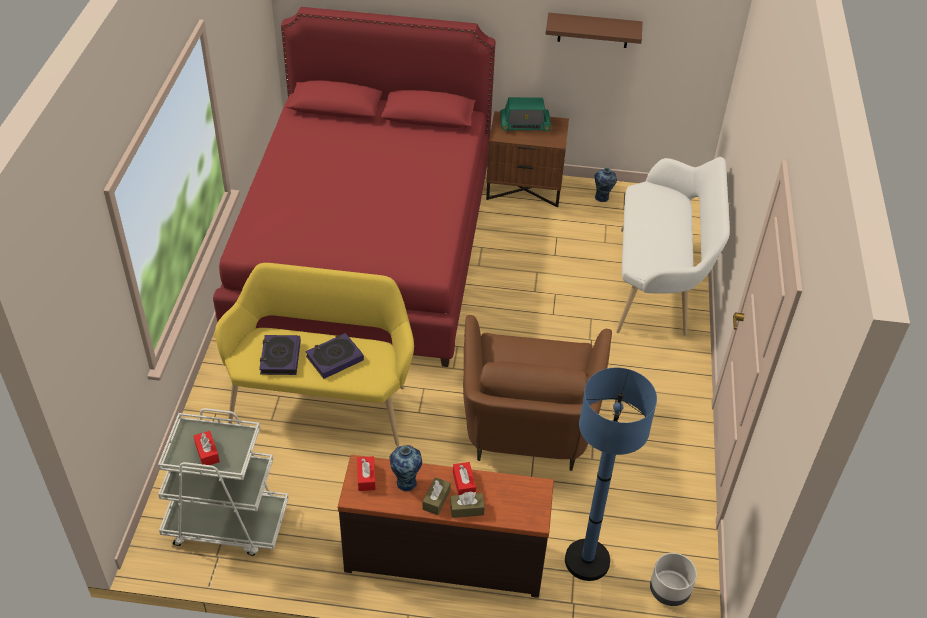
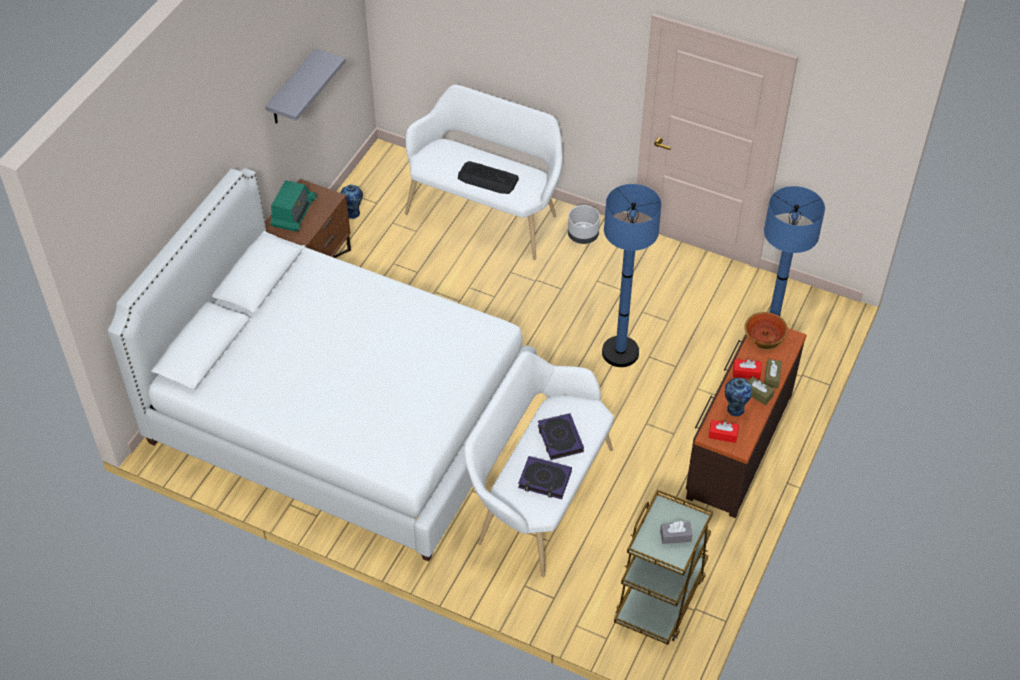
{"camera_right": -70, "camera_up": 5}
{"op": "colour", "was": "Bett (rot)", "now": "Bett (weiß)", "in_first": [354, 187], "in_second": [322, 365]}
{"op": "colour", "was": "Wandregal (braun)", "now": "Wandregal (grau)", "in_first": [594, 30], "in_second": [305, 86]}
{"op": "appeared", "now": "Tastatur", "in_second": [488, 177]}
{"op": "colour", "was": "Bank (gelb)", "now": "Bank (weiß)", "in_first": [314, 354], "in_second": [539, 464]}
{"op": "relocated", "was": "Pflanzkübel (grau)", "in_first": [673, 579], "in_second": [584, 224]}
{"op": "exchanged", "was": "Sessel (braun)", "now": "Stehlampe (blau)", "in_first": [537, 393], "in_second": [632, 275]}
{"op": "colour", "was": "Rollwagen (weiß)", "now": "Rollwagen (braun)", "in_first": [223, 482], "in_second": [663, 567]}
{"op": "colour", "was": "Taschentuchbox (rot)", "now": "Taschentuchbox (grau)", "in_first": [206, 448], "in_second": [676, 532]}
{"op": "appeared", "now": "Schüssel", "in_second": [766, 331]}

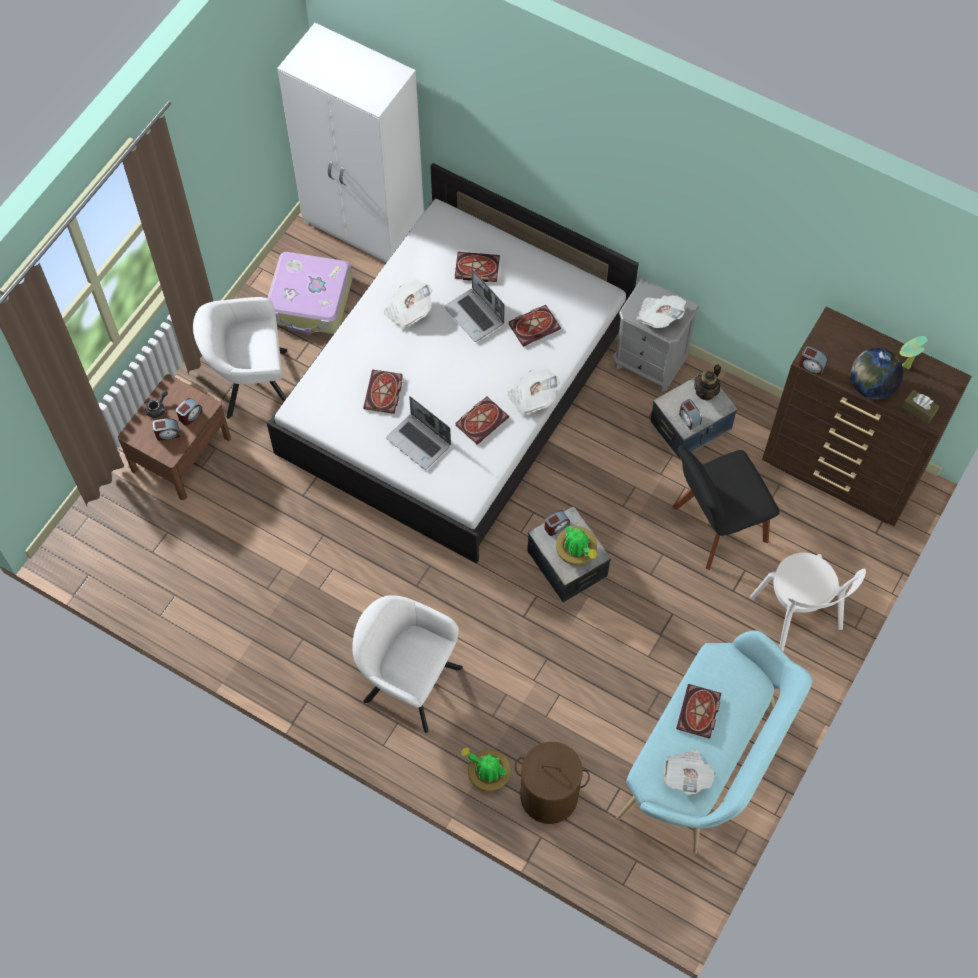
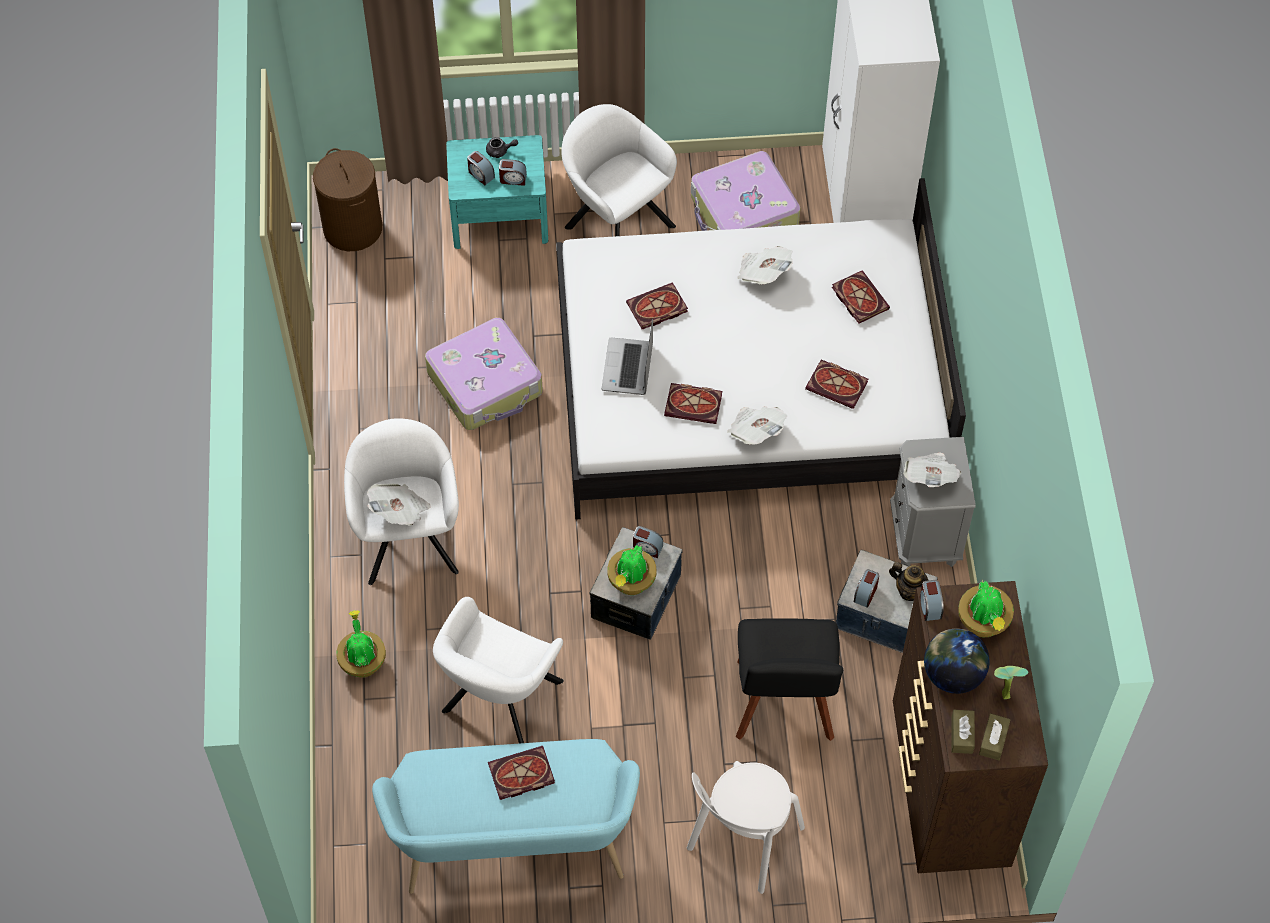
{"camera_right": 55, "camera_up": -5}
{"op": "relocated", "was": "Wäschekorb (braun)", "in_first": [552, 783], "in_second": [347, 199]}
{"op": "relocated", "was": "Zeitung", "in_first": [689, 772], "in_second": [399, 505]}
{"op": "appeared", "now": "Koffer", "in_second": [484, 374]}
{"op": "appeared", "now": "Sessel (weiß)", "in_second": [498, 670]}
{"op": "colour", "was": "Nachttisch (braun)", "now": "Nachttisch (türkis)", "in_first": [174, 437], "in_second": [497, 192]}
{"op": "spun", "was": "Stuhl (schwarz)", "in_first": [726, 507], "in_second": [789, 679], "clockwise": -120}
{"op": "spun", "was": "Teekanne", "in_first": [707, 382], "in_second": [908, 581], "clockwise": -150}
{"op": "appeared", "now": "Topfpflanze", "in_second": [986, 608]}
{"op": "appeared", "now": "Taschentuchbox (braun)", "in_second": [995, 736]}
{"op": "missing", "was": "Laptop", "in_first": [474, 305]}

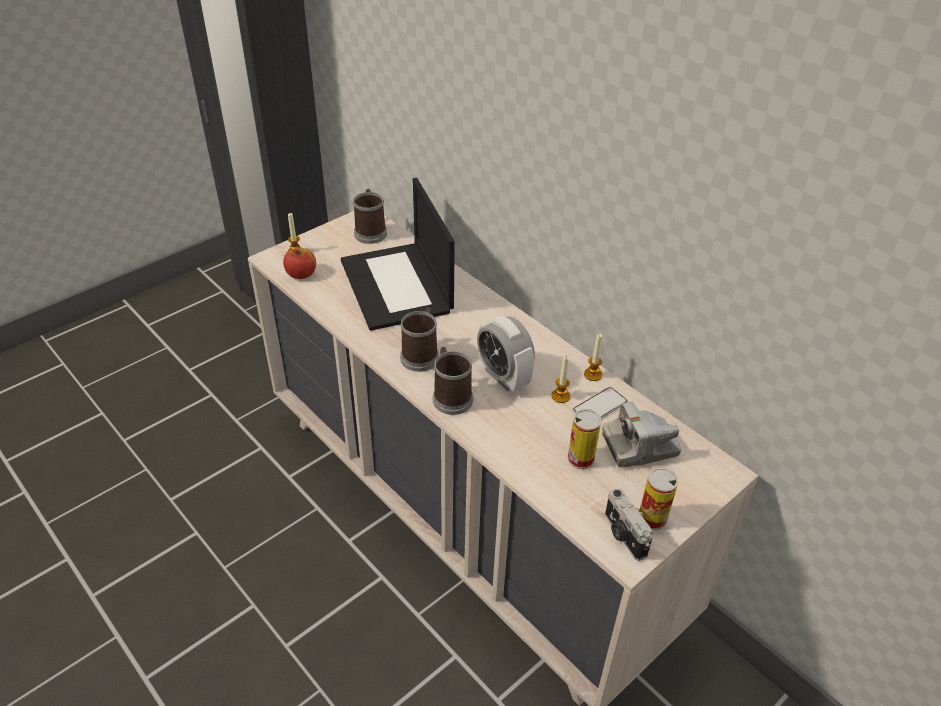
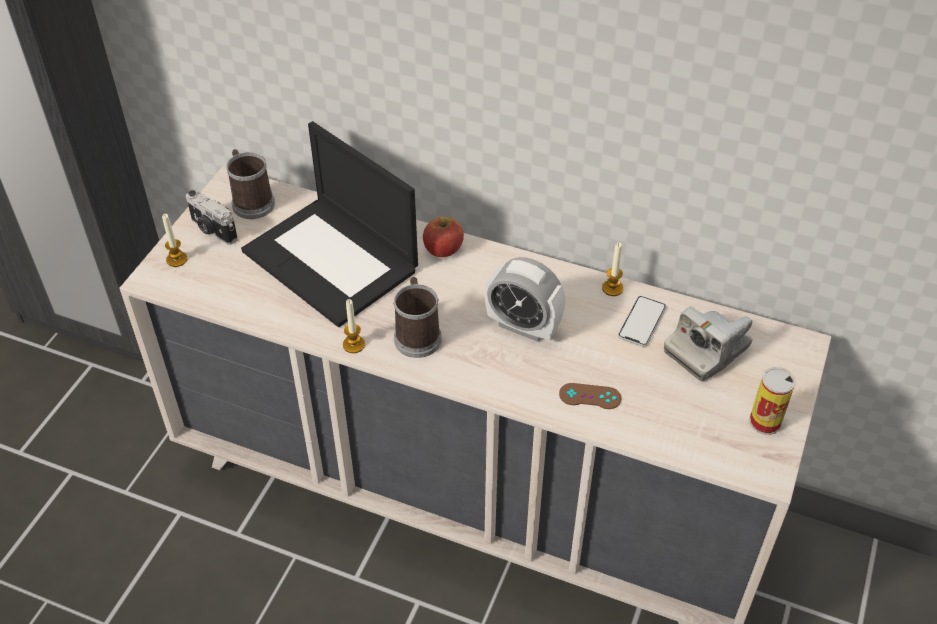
{"camera_right": -25, "camera_up": 5}
{"op": "relocated", "was": "Kamera", "in_first": [629, 524], "in_second": [212, 217]}
{"op": "relocated", "was": "Kerze", "in_first": [561, 379], "in_second": [354, 326]}
{"op": "relocated", "was": "Apfel", "in_first": [299, 263], "in_second": [443, 237]}
{"op": "appeared", "now": "Gamepad (braun)", "in_second": [590, 396]}
{"op": "missing", "was": "Henkelbecher", "in_first": [453, 381]}
{"op": "missing", "was": "Dose", "in_first": [584, 439]}

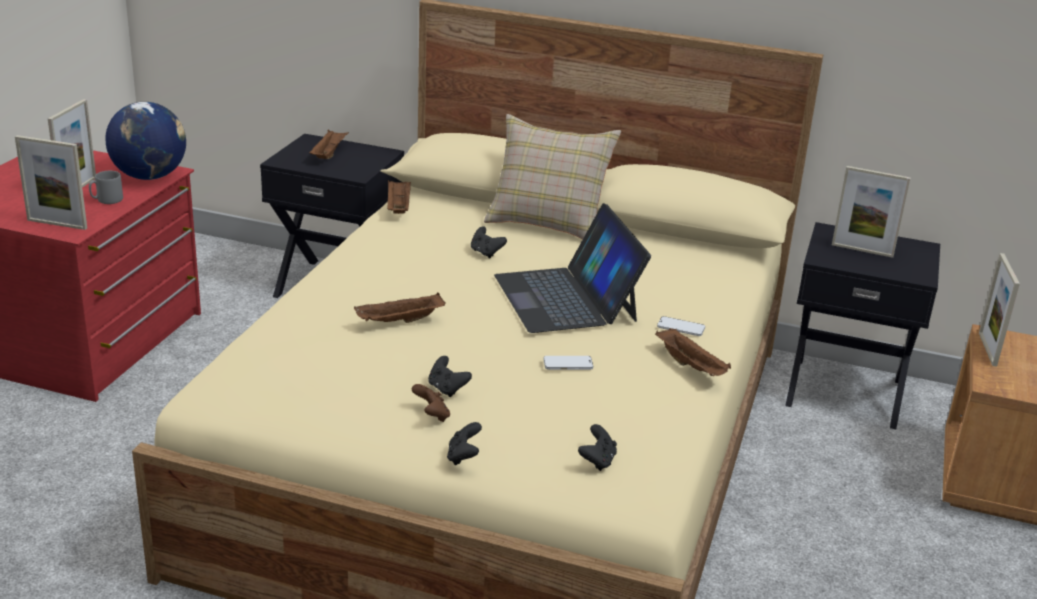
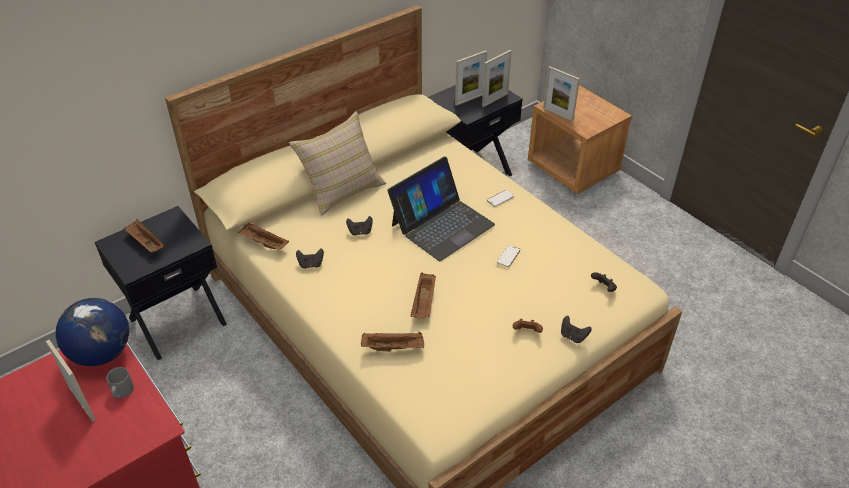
{"camera_right": -55, "camera_up": 15}
{"op": "relocated", "was": "Gamepad (schwarz)", "in_first": [450, 376], "in_second": [310, 258]}
{"op": "relocated", "was": "Tablett (braun)", "in_first": [693, 352], "in_second": [392, 341]}
{"op": "spun", "was": "Laptop", "in_first": [572, 268], "in_second": [441, 209], "clockwise": -60}
{"op": "relocated", "was": "Bilderrahmen", "in_first": [51, 182], "in_second": [497, 78]}

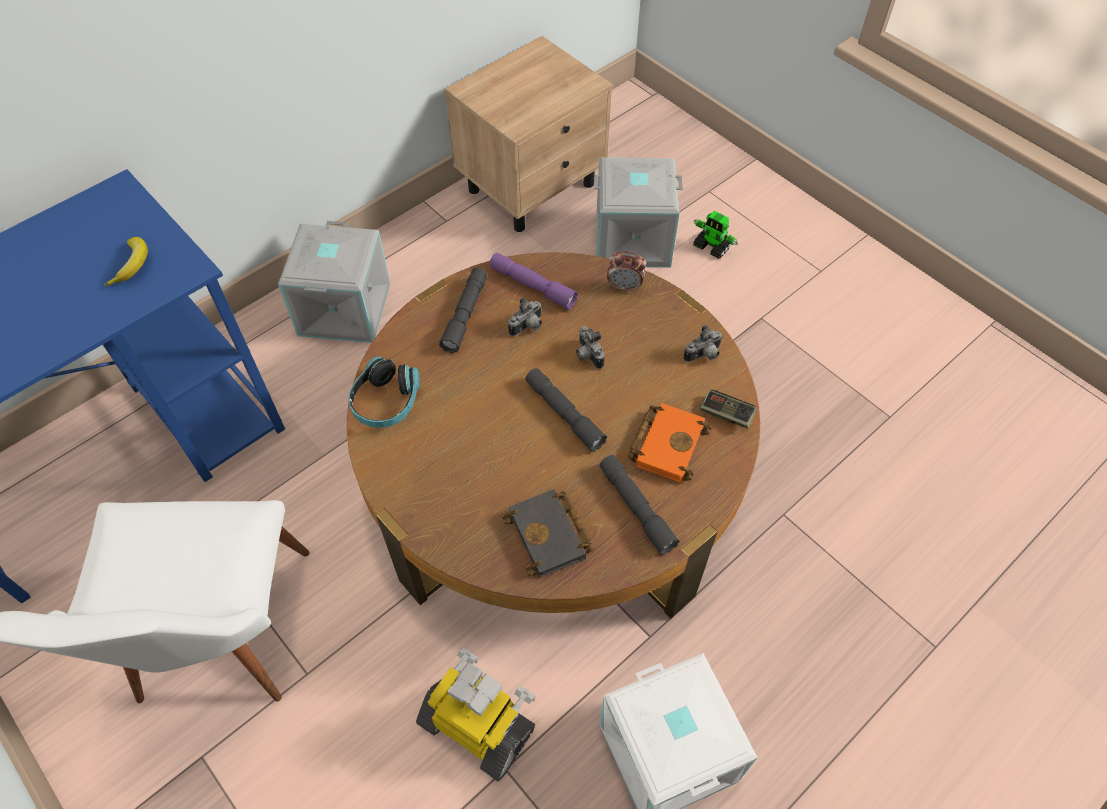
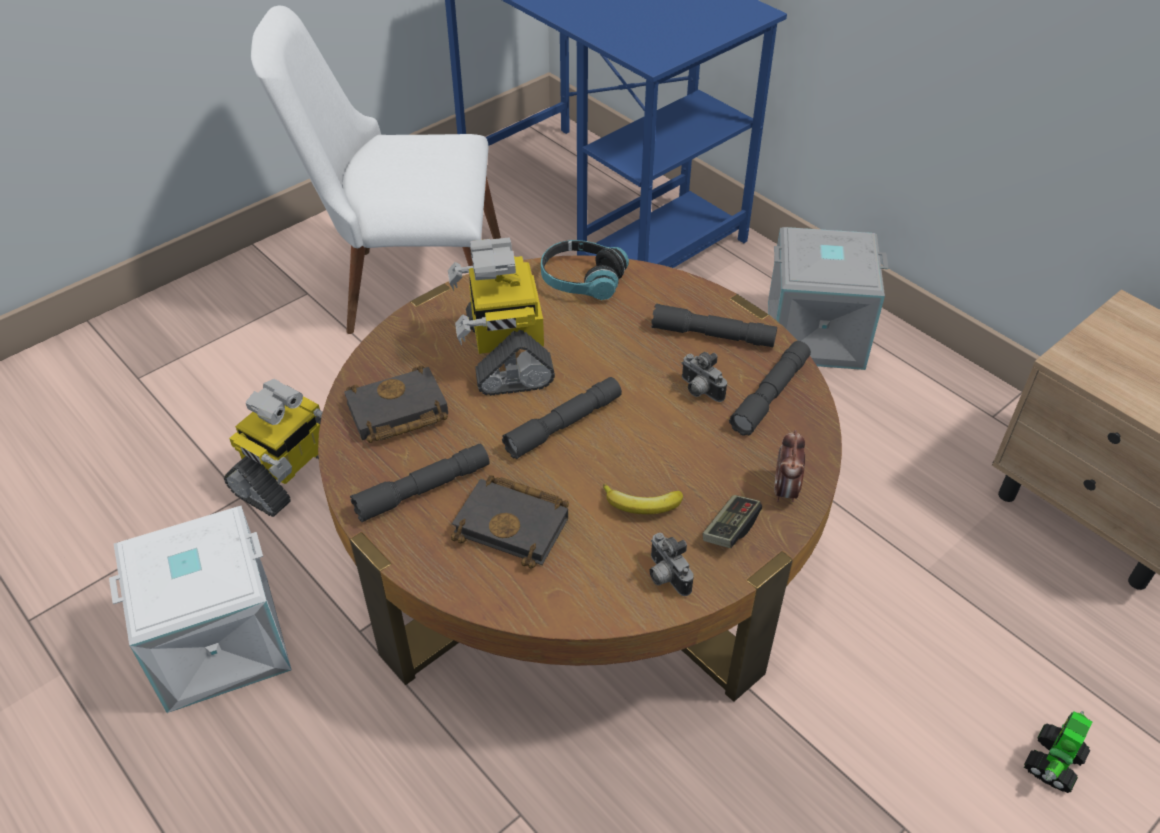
{"camera_right": 90, "camera_up": -10}
{"op": "appeared", "now": "Spielzeugroboter", "in_second": [501, 316]}
{"op": "colour", "was": "Buch (orange)", "now": "Buch (schwarz)", "in_first": [670, 443], "in_second": [510, 522]}
{"op": "relocated", "was": "Banane", "in_first": [126, 261], "in_second": [643, 499]}
{"op": "relocated", "was": "Gamepad", "in_first": [728, 409], "in_second": [732, 521]}
{"op": "colour", "was": "Taschenlampe (lila)", "now": "Taschenlampe (grau)", "in_first": [534, 281], "in_second": [770, 388]}
{"op": "missing", "was": "Kamera", "in_first": [590, 347]}
{"op": "missing", "was": "Aufbewahrungsbox (grau)", "in_first": [638, 213]}

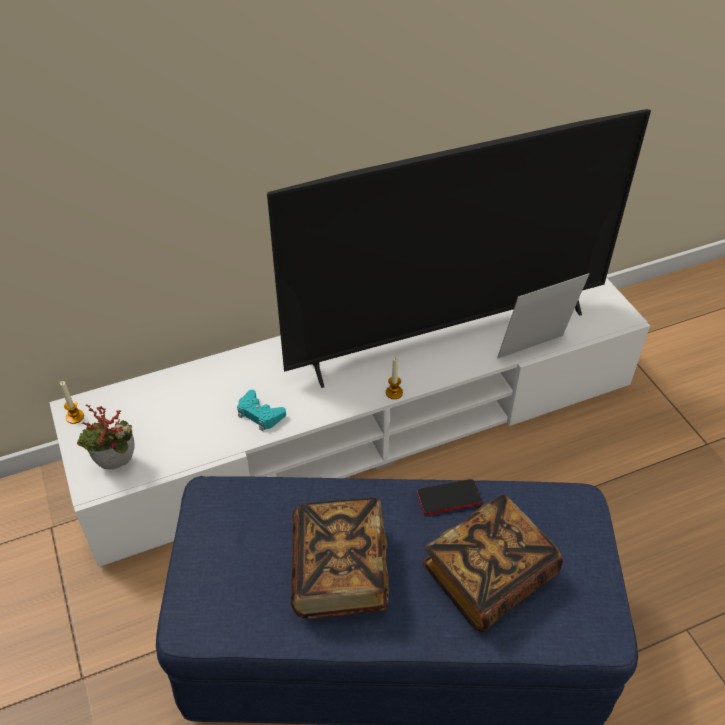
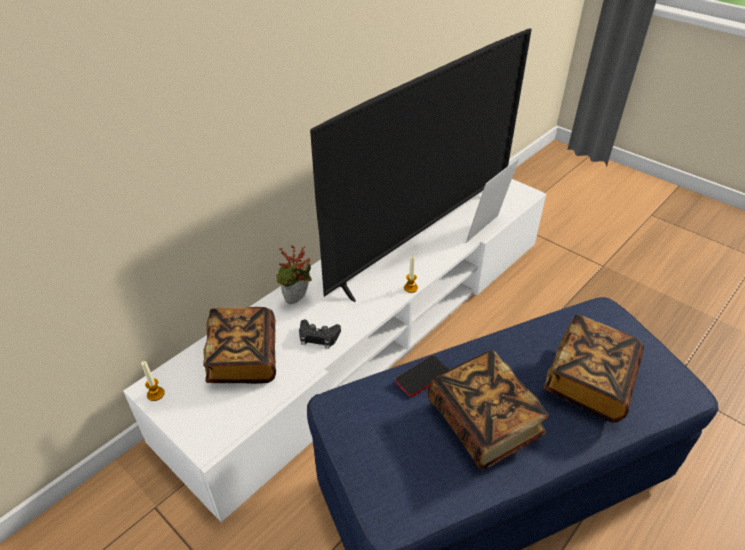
{"camera_right": -25, "camera_up": -5}
{"op": "appeared", "now": "Buch", "in_second": [239, 345]}
{"op": "relocated", "was": "Topfpflanze", "in_first": [106, 436], "in_second": [294, 274]}
{"op": "colour", "was": "Gamepad (türkis)", "now": "Gamepad (schwarz)", "in_first": [261, 410], "in_second": [320, 334]}
{"op": "relocated", "was": "Handy", "in_first": [449, 497], "in_second": [422, 376]}

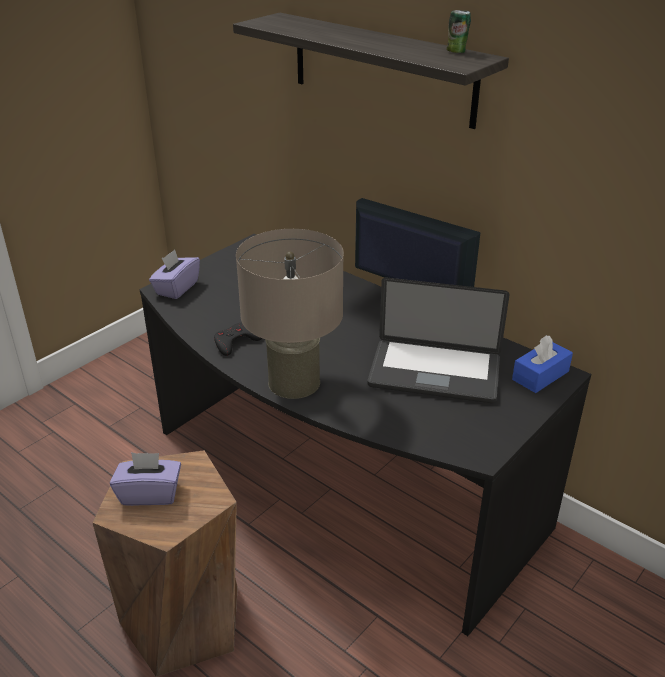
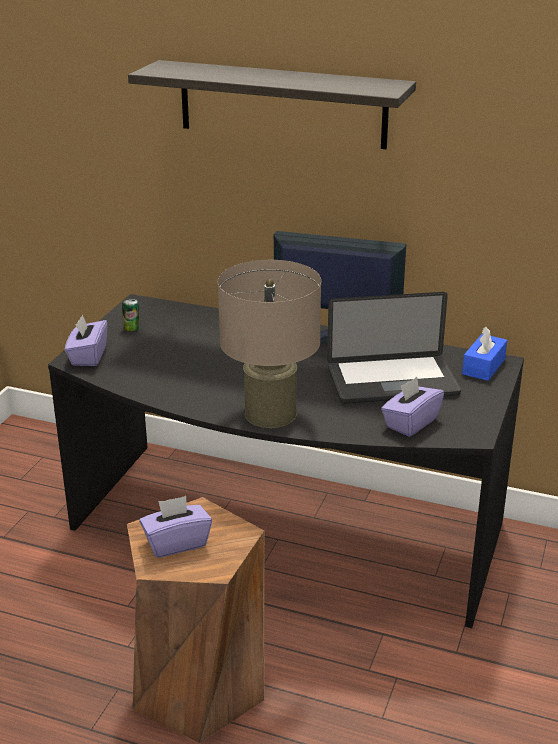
{"camera_right": -20, "camera_up": -5}
{"op": "relocated", "was": "Dose", "in_first": [458, 31], "in_second": [130, 315]}
{"op": "appeared", "now": "Taschentuchbox (lila)", "in_second": [412, 407]}
{"op": "missing", "was": "Gamepad (schwarz)", "in_first": [238, 339]}

